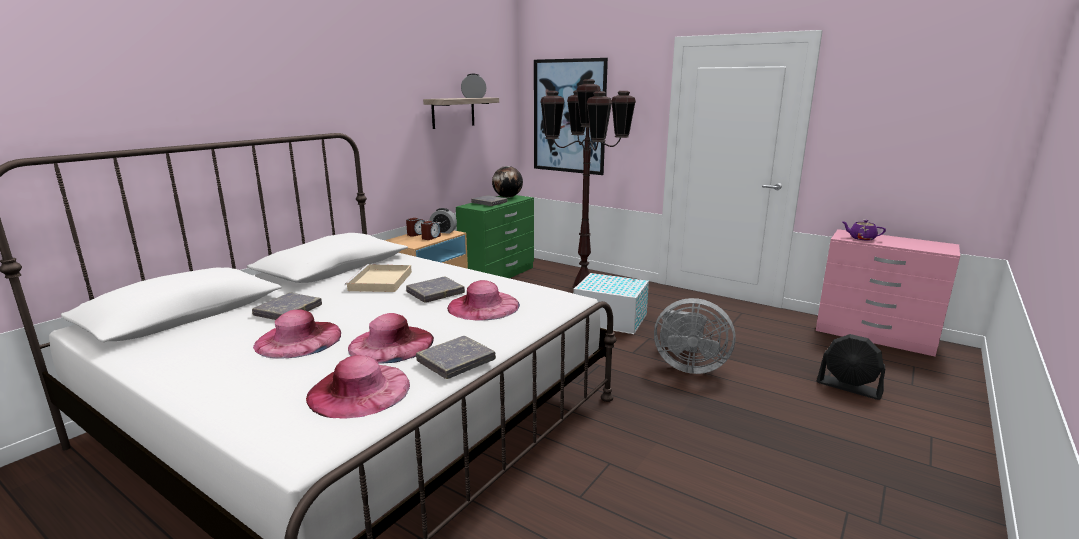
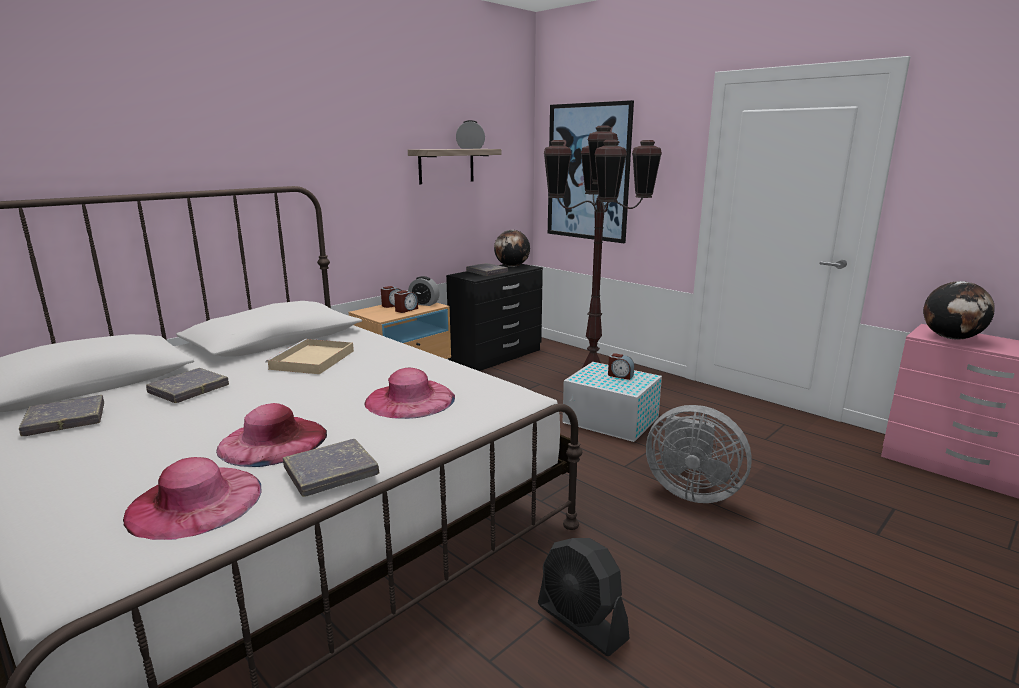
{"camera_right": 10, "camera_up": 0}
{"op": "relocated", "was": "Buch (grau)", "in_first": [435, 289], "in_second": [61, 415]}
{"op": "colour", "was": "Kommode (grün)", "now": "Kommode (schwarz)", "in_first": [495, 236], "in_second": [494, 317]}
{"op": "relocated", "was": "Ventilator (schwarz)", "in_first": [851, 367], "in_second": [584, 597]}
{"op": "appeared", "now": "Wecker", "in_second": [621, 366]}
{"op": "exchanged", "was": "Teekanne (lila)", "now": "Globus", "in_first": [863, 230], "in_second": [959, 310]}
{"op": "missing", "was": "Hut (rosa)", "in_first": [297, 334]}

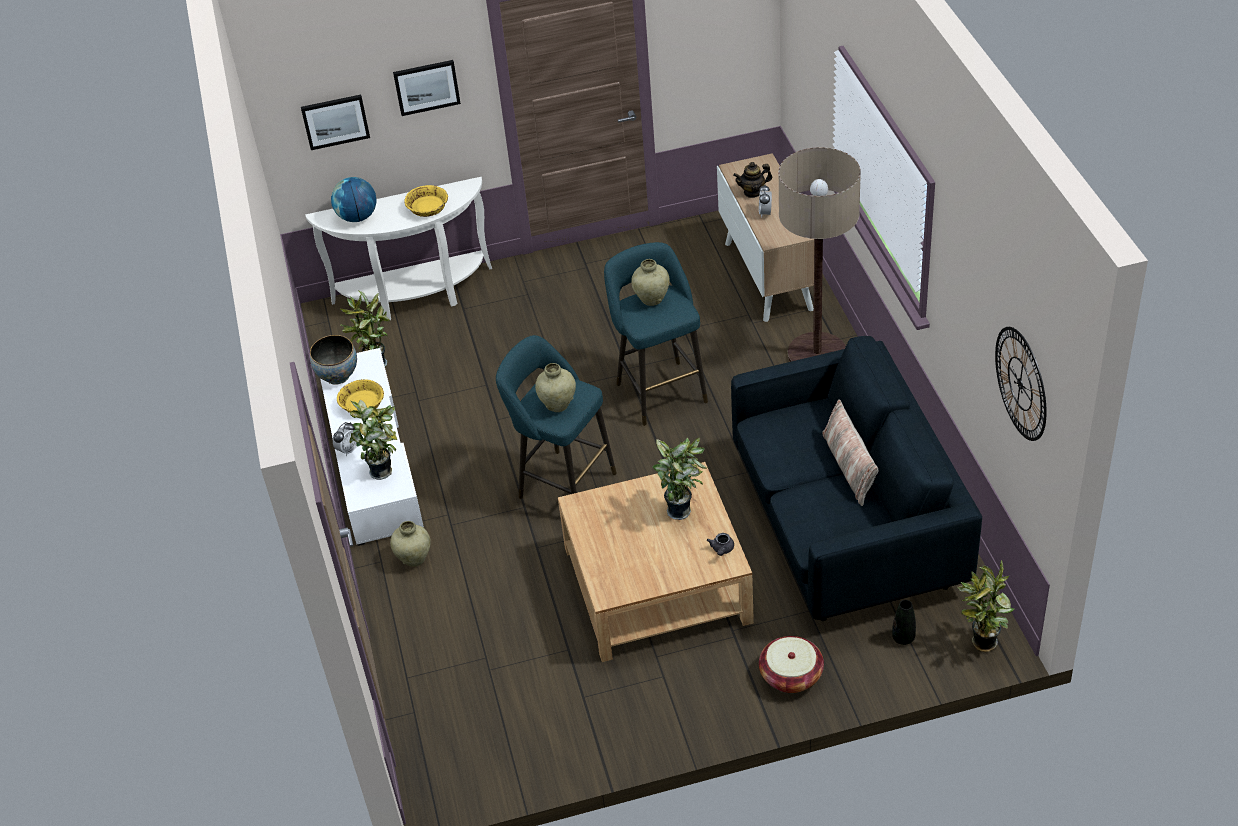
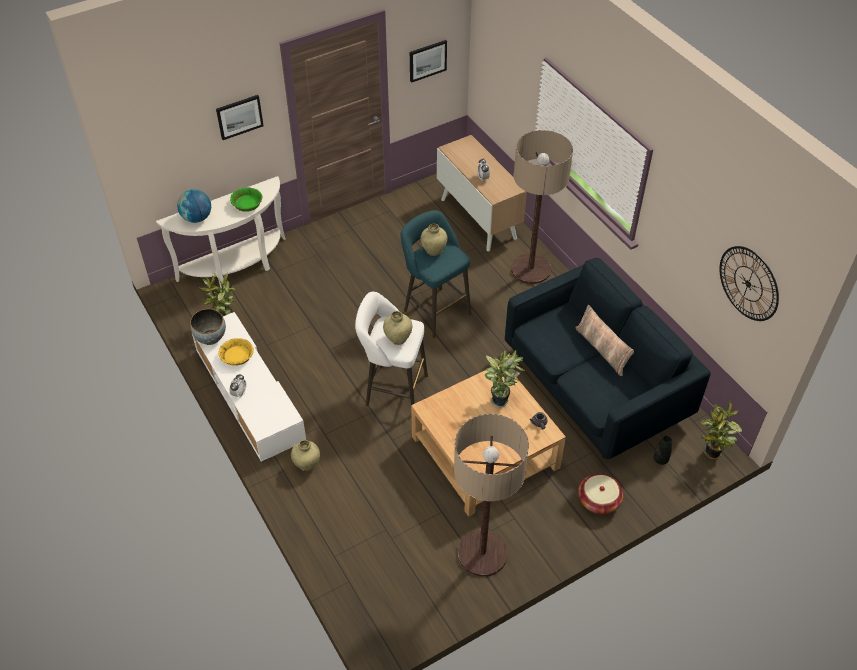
{"camera_right": -20, "camera_up": 5}
{"op": "colour", "was": "Schüssel (gelb)", "now": "Schüssel (grün)", "in_first": [426, 201], "in_second": [246, 199]}
{"op": "colour", "was": "Hocker (türkis)", "now": "Hocker (weiß)", "in_first": [556, 417], "in_second": [391, 349]}
{"op": "relocated", "was": "Bild", "in_first": [335, 122], "in_second": [428, 61]}
{"op": "appeared", "now": "Stehlampe", "in_second": [491, 495]}
{"op": "missing", "was": "Topfpflanze", "in_first": [373, 440]}
{"op": "missing", "was": "Teekanne", "in_first": [752, 180]}

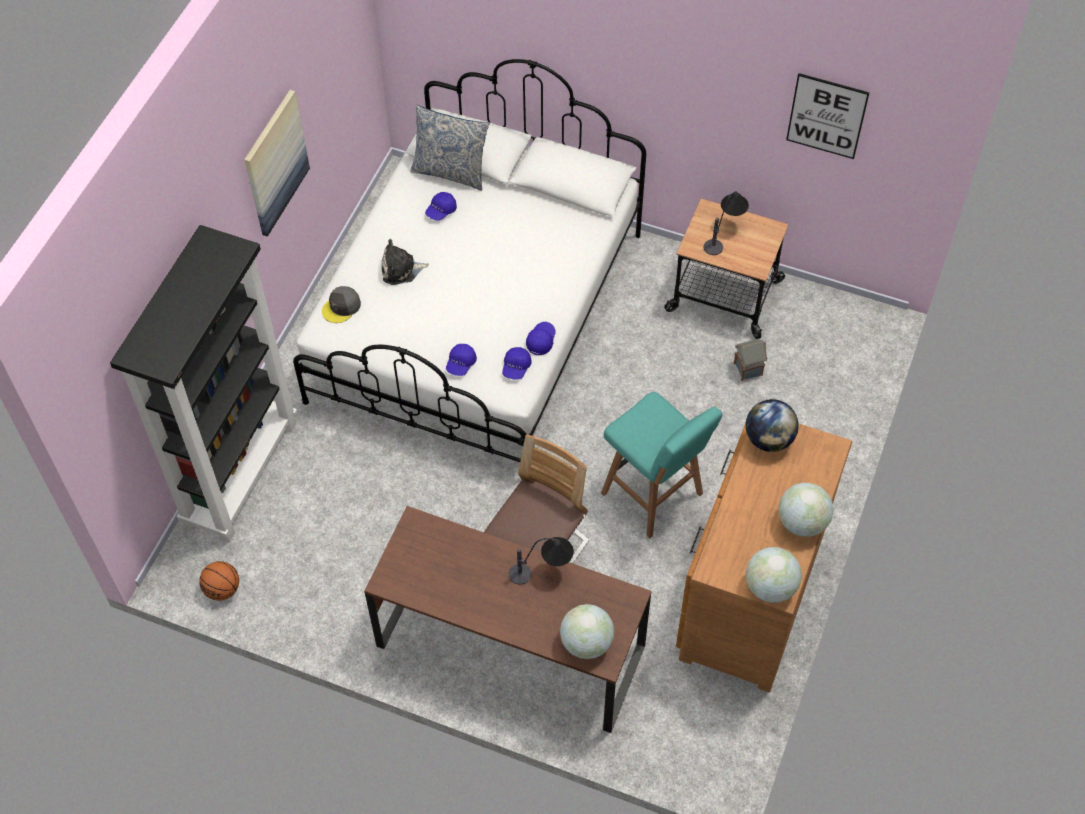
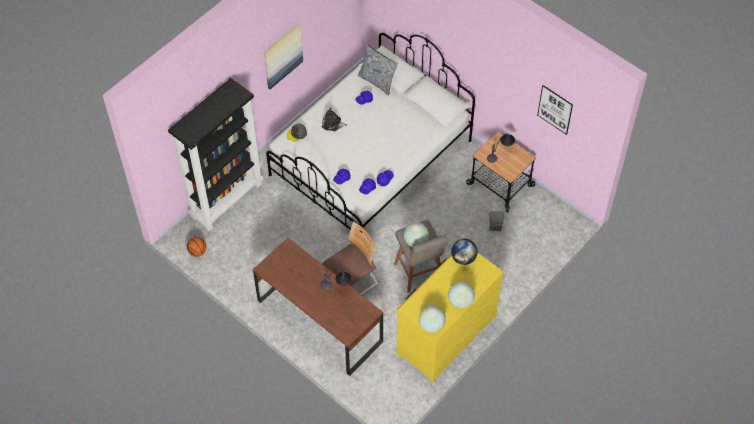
{"camera_right": 20, "camera_up": 0}
{"op": "colour", "was": "Hocker (türkis)", "now": "Hocker (grau)", "in_first": [661, 465], "in_second": [421, 256]}
{"op": "colour", "was": "Kommode (braun)", "now": "Kommode (gelb)", "in_first": [764, 557], "in_second": [450, 318]}
{"op": "relocated", "was": "Globus", "in_first": [587, 631], "in_second": [416, 234]}

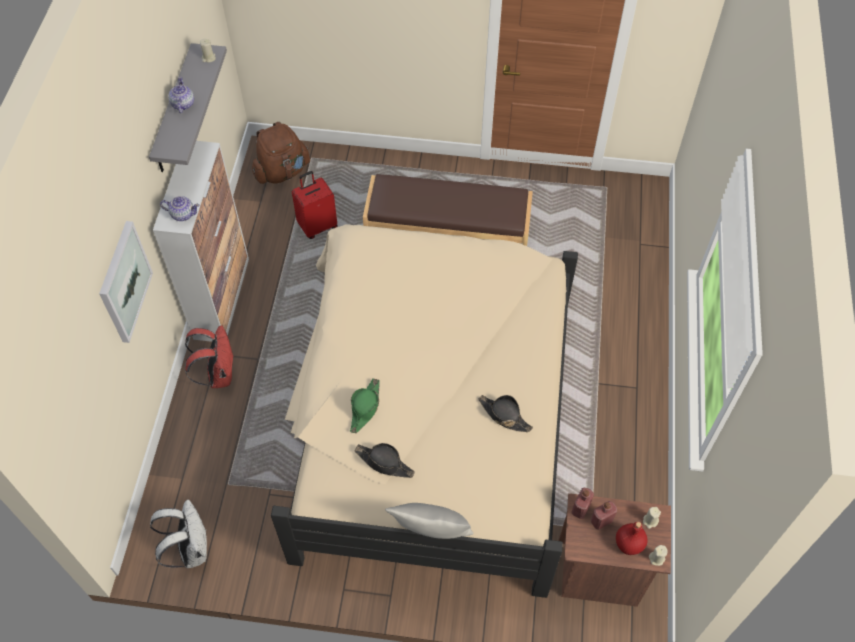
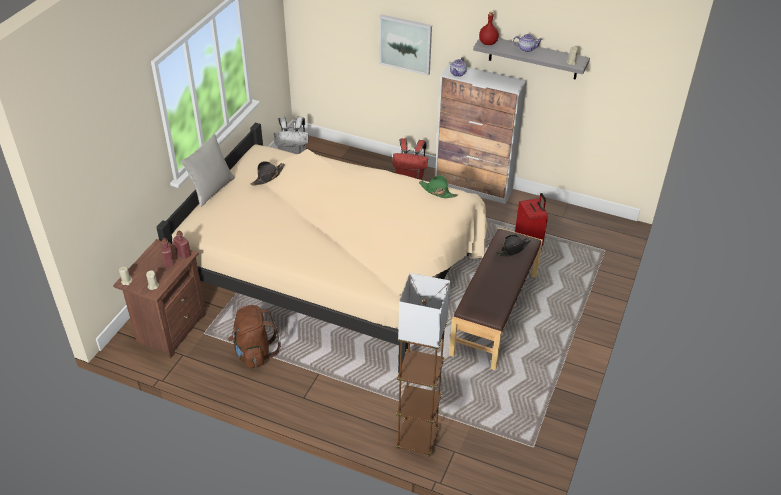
{"camera_right": 105, "camera_up": -15}
{"op": "relocated", "was": "Rucksack (braun)", "in_first": [281, 153], "in_second": [254, 337]}
{"op": "appeared", "now": "Stehlampe (braun)", "in_second": [422, 365]}
{"op": "relocated", "was": "Hut (grün)", "in_first": [365, 405], "in_second": [438, 186]}
{"op": "relocated", "was": "Flasche (rot)", "in_first": [631, 538], "in_second": [489, 28]}
{"op": "relocated", "was": "Hut (schwarz)", "in_first": [505, 413], "in_second": [513, 245]}

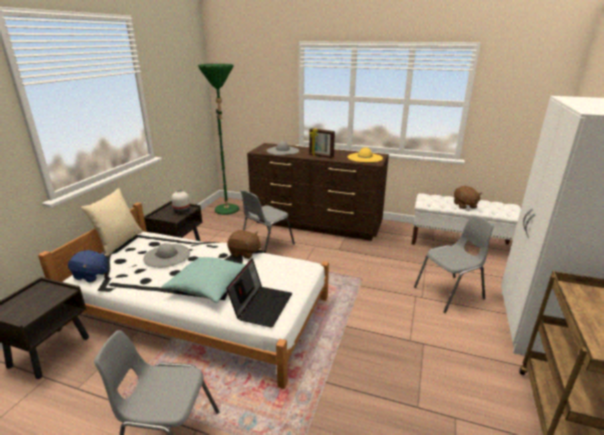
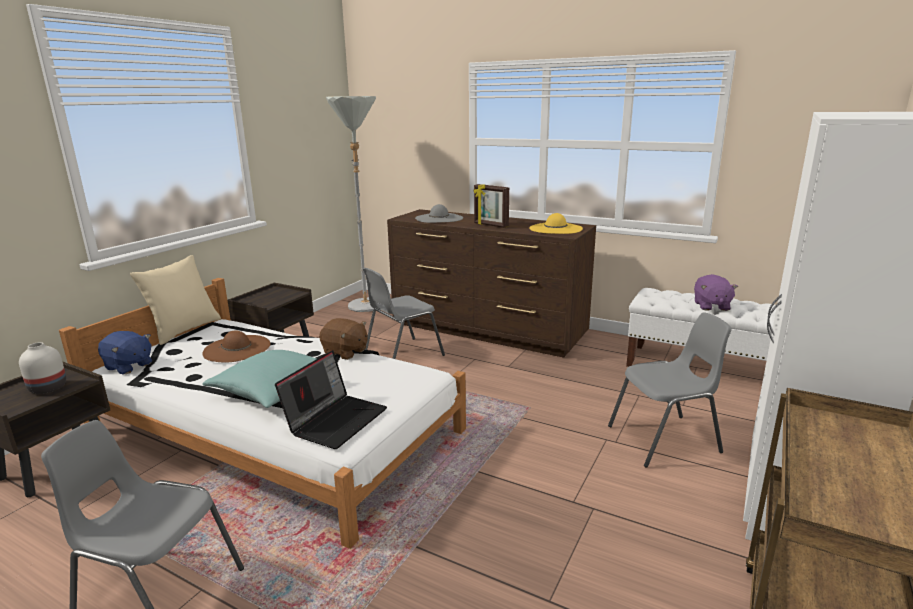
{"camera_right": 10, "camera_up": -5}
{"op": "relocated", "was": "Vase (weiß)", "in_first": [180, 201], "in_second": [42, 368]}
{"op": "colour", "was": "Hut (grau)", "now": "Hut (braun)", "in_first": [166, 255], "in_second": [236, 346]}
{"op": "colour", "was": "Stehlampe (grün)", "now": "Stehlampe (grau)", "in_first": [218, 139], "in_second": [352, 204]}
{"op": "colour", "was": "Plüschtier (braun)", "now": "Plüschtier (lila)", "in_first": [468, 197], "in_second": [716, 292]}

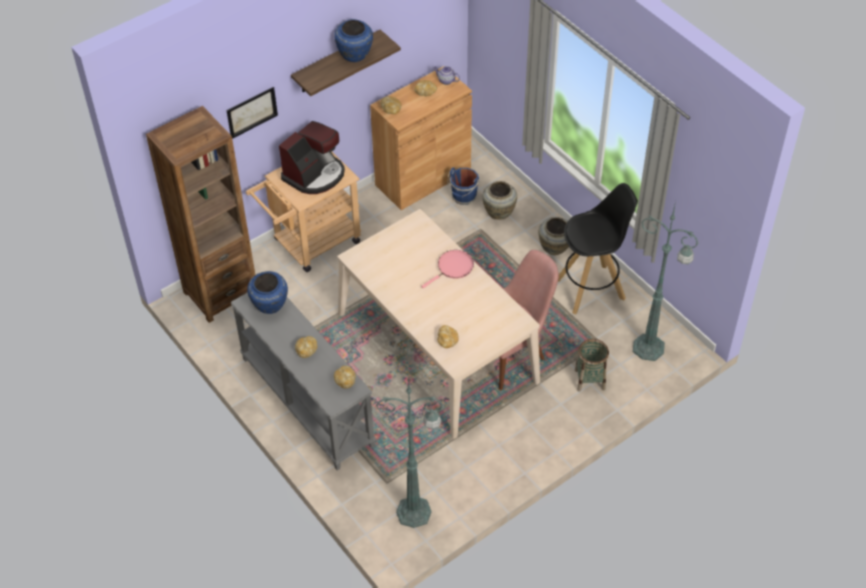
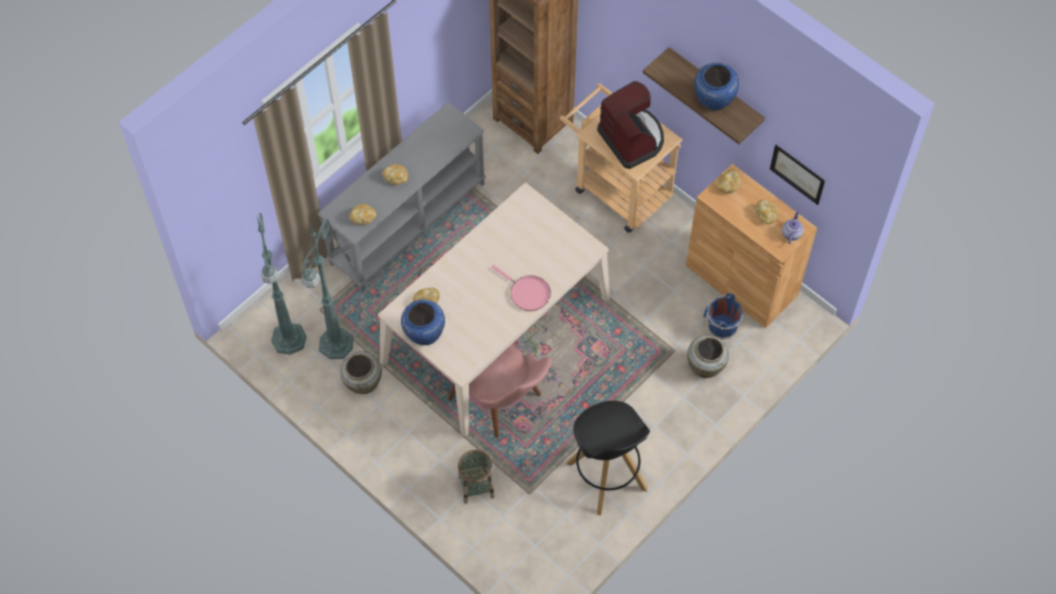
{"camera_right": 80, "camera_up": 10}
{"op": "relocated", "was": "Stehlampe (grün)", "in_first": [665, 281], "in_second": [327, 289]}
{"op": "relocated", "was": "Vase (beige)", "in_first": [553, 236], "in_second": [361, 372]}
{"op": "relocated", "was": "Vase (blau)", "in_first": [267, 292], "in_second": [423, 322]}
{"op": "spun", "was": "Kaffeemaschine", "in_first": [312, 157], "in_second": [630, 125], "clockwise": -150}
{"op": "relocated", "was": "Bild", "in_first": [252, 113], "in_second": [797, 175]}

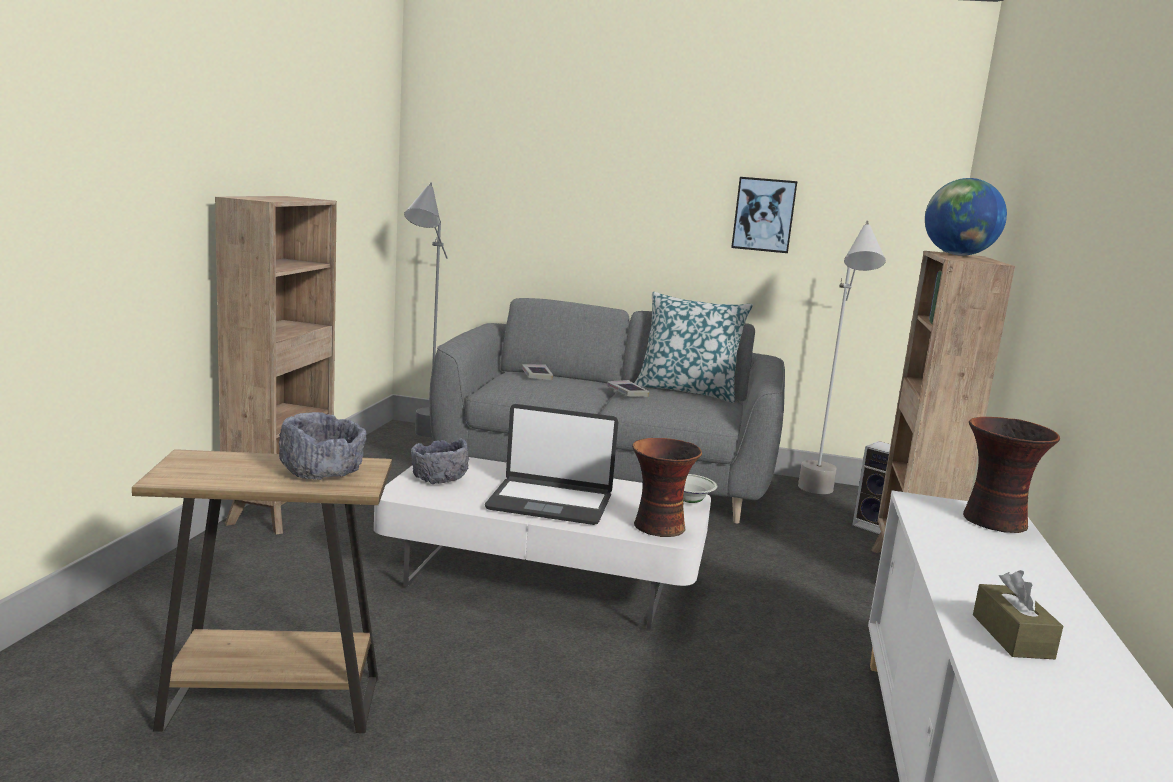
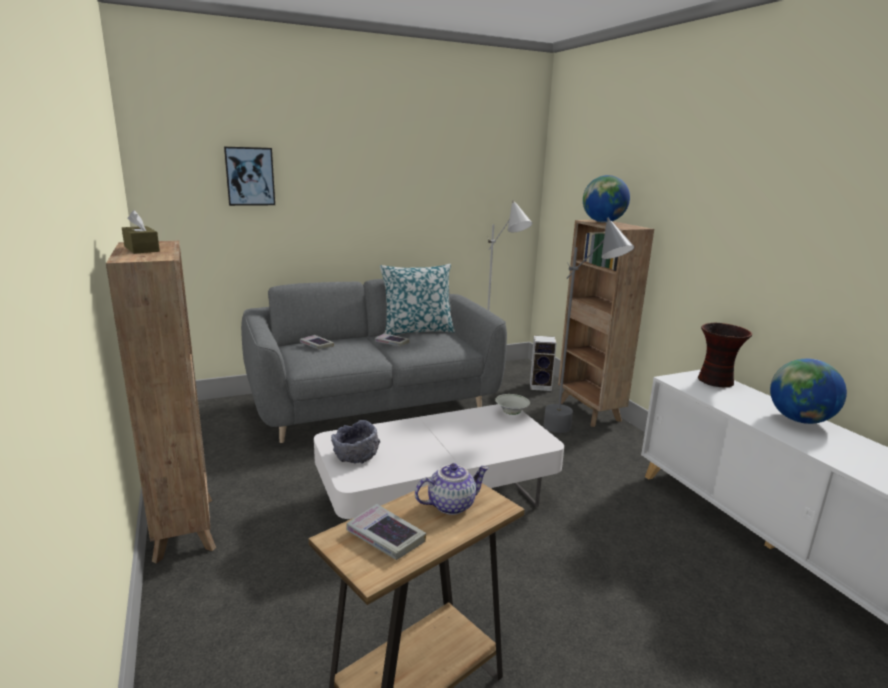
{"camera_right": -35, "camera_up": 5}
{"op": "relocated", "was": "Taschentuchbox (braun)", "in_first": [1018, 614], "in_second": [141, 232]}
{"op": "relocated", "was": "Bild", "in_first": [764, 215], "in_second": [249, 176]}
{"op": "appeared", "now": "Buch", "in_second": [386, 532]}
{"op": "exchanged", "was": "Schüssel (grau)", "now": "Teekanne", "in_first": [323, 446], "in_second": [452, 489]}
{"op": "relocated", "was": "Stehlampe (grau)", "in_first": [426, 309], "in_second": [589, 325]}
{"op": "appeared", "now": "Globus", "in_second": [808, 391]}
{"op": "missing", "was": "Laptop", "in_first": [551, 464]}
{"op": "missing", "was": "Vase", "in_first": [667, 487]}

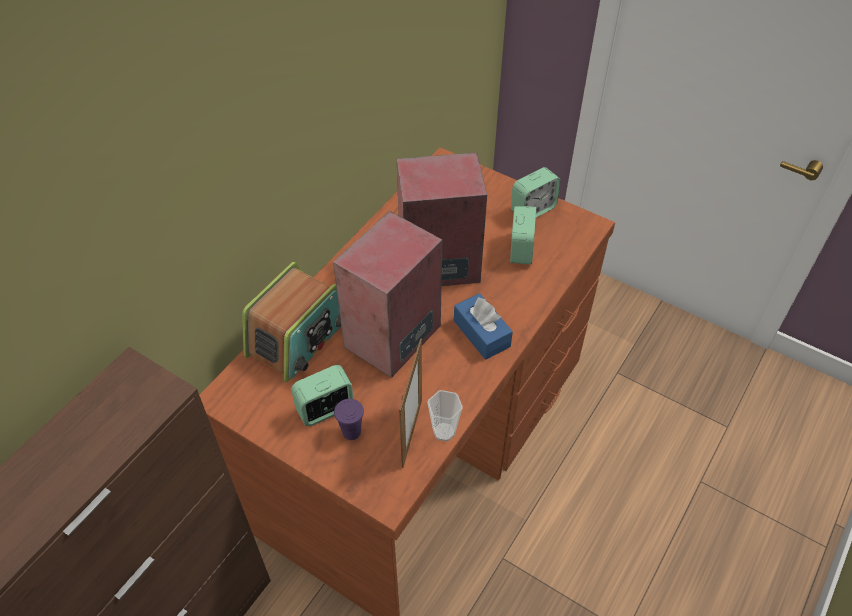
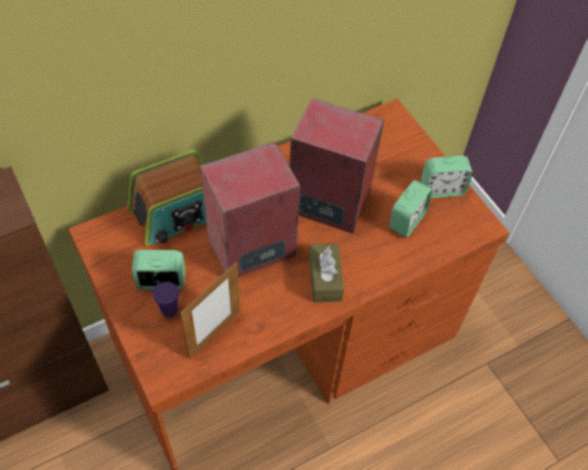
{"camera_right": 25, "camera_up": 5}
{"op": "colour", "was": "Taschentuchbox (blau)", "now": "Taschentuchbox (braun)", "in_first": [483, 326], "in_second": [326, 273]}
{"op": "missing", "was": "Tasse", "in_first": [445, 415]}

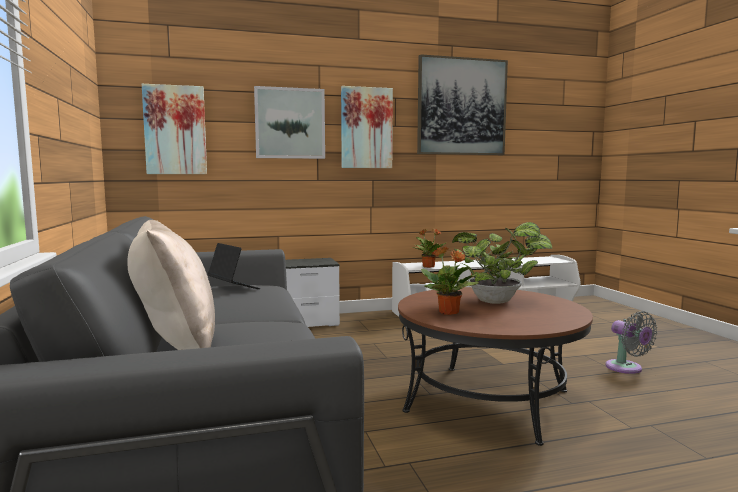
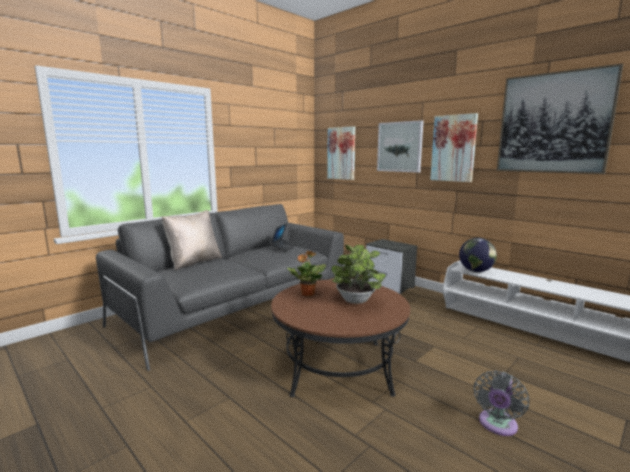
{"camera_right": 60, "camera_up": 5}
{"op": "exchanged", "was": "Topfpflanze", "now": "Globus", "in_first": [429, 248], "in_second": [478, 255]}

